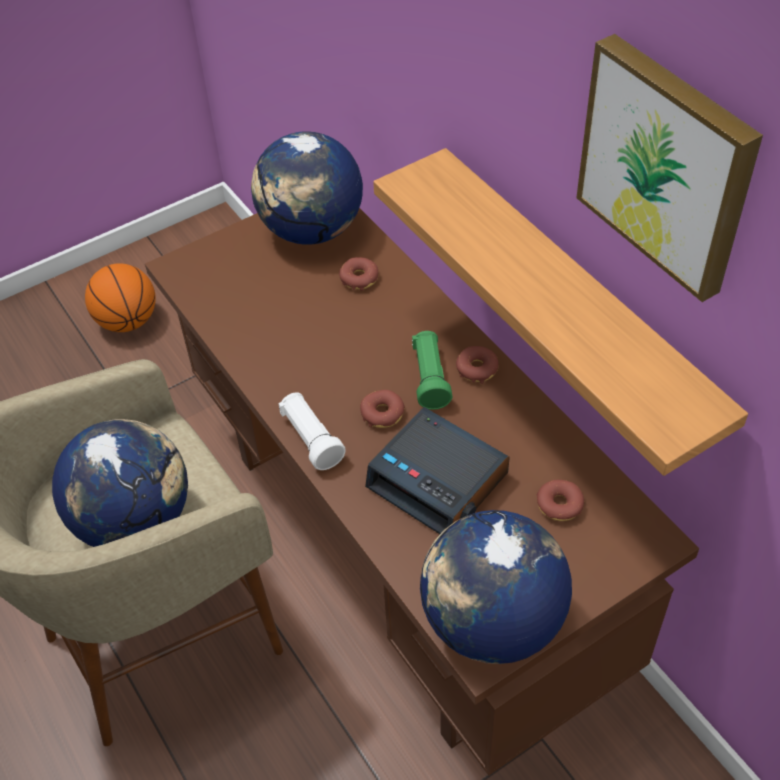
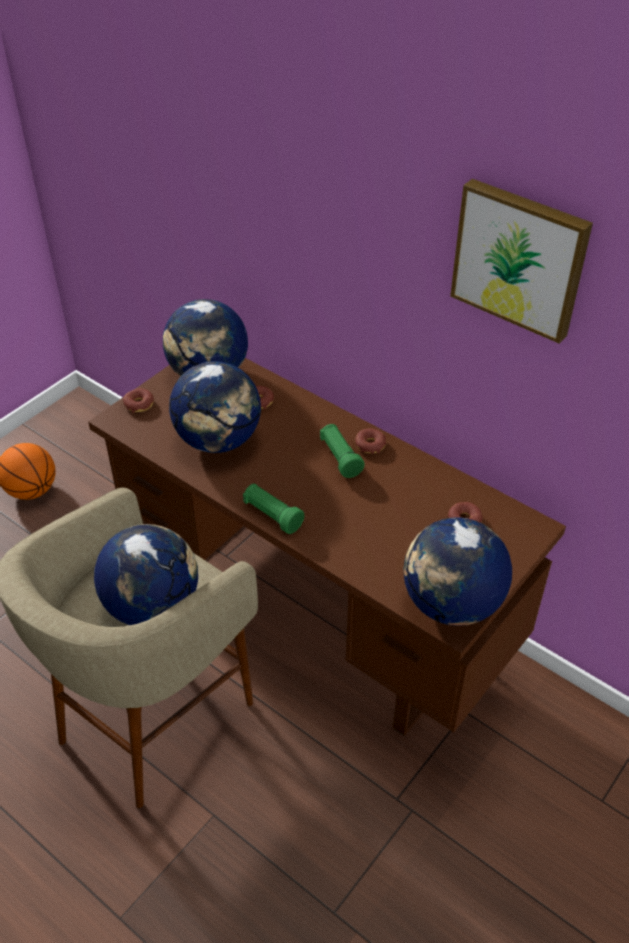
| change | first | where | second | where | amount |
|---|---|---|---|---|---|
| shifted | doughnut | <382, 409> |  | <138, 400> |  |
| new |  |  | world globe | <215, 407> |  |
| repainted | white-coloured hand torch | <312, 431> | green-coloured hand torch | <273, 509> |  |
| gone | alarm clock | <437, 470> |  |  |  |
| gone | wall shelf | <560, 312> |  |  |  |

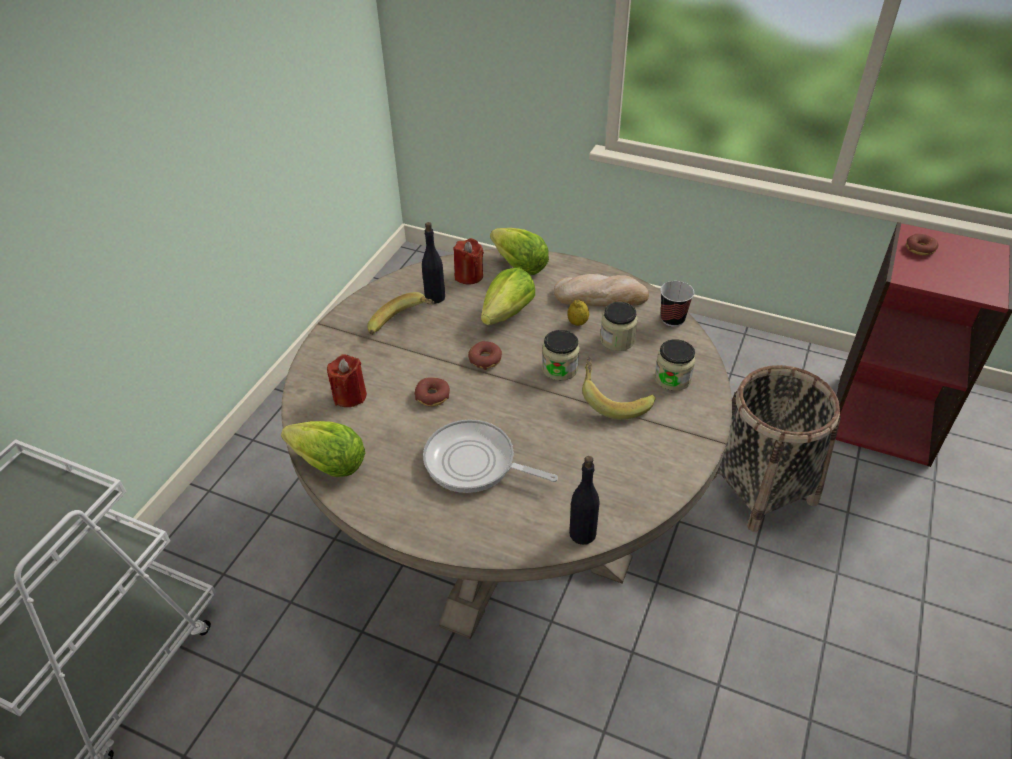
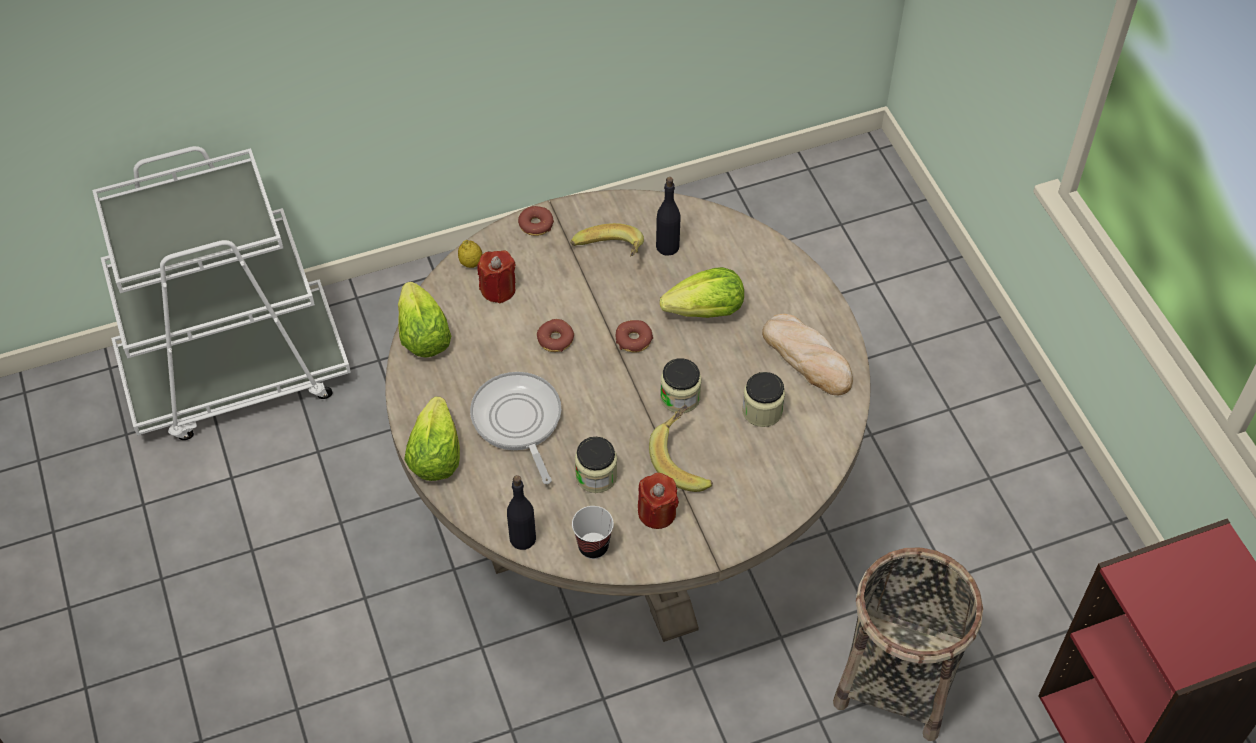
| change | first | where | second | where | amount |
|---|---|---|---|---|---|
| shifted | lettuce | <519, 251> |  | <432, 439> |  |
| shifted | citrus fruit | <578, 313> |  | <470, 254> |  |
| shifted | doughnut | <922, 244> |  | <536, 221> |  |
| shifted | small cup | <677, 304> |  | <593, 532> |  |
| shifted | storage jar | <675, 365> |  | <596, 465> |  |
| shifted | red-coloured candle | <468, 261> |  | <658, 501> |  |

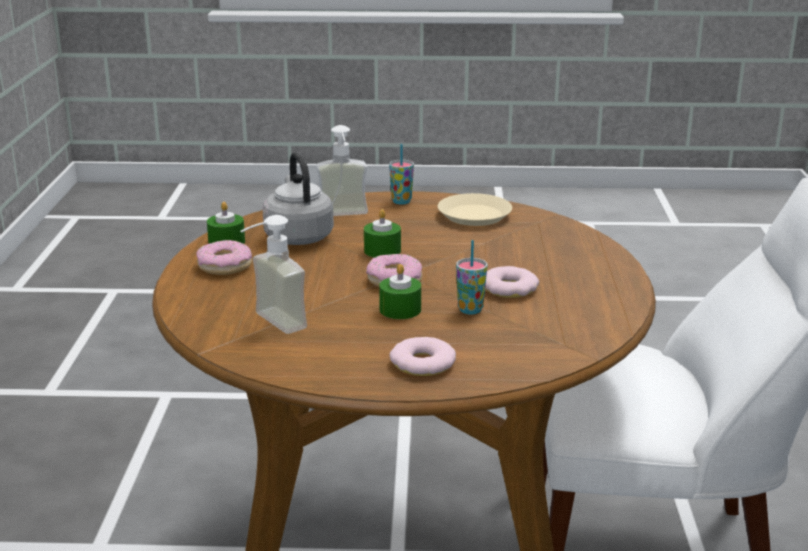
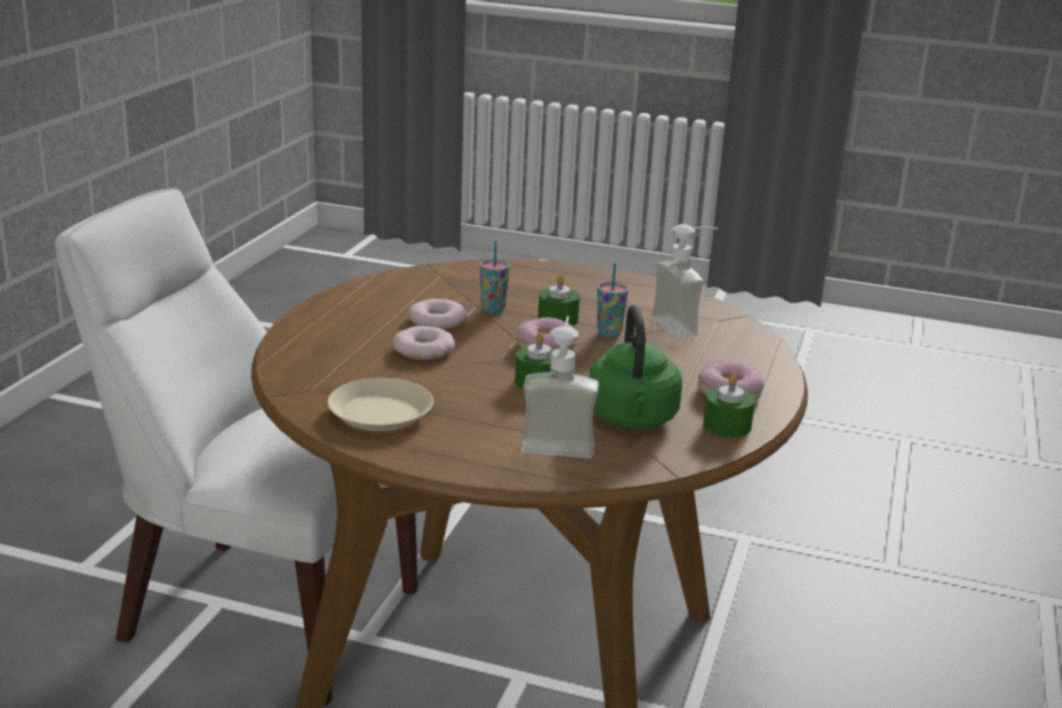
| change | first | where | second | where | amount |
|---|---|---|---|---|---|
| shifted | doughnut | <422, 356> |  | <424, 343> |  |
| repainted | greyish tea kettle | <298, 198> | green-coloured tea kettle | <635, 367> |  |
| shifted | small cup | <401, 174> |  | <612, 300> |  |

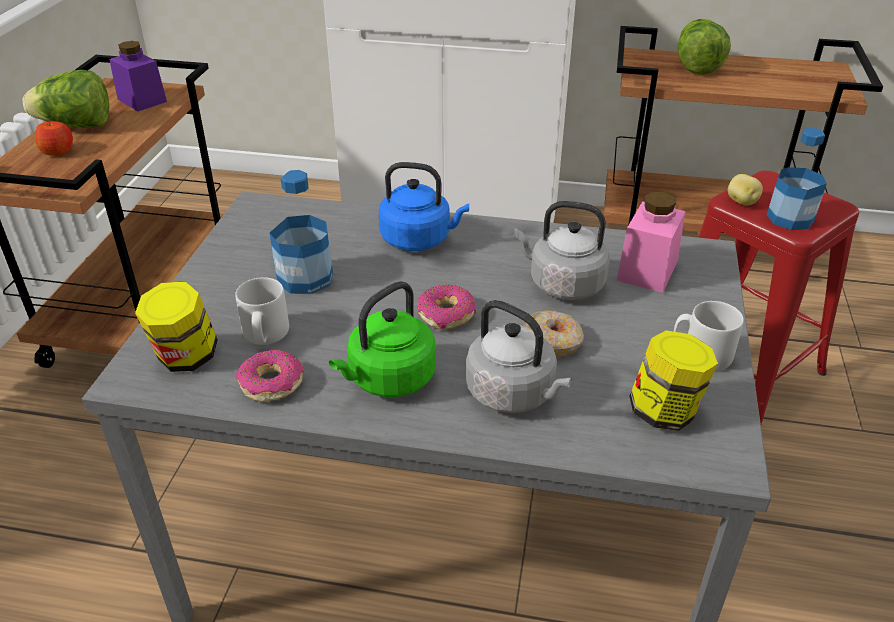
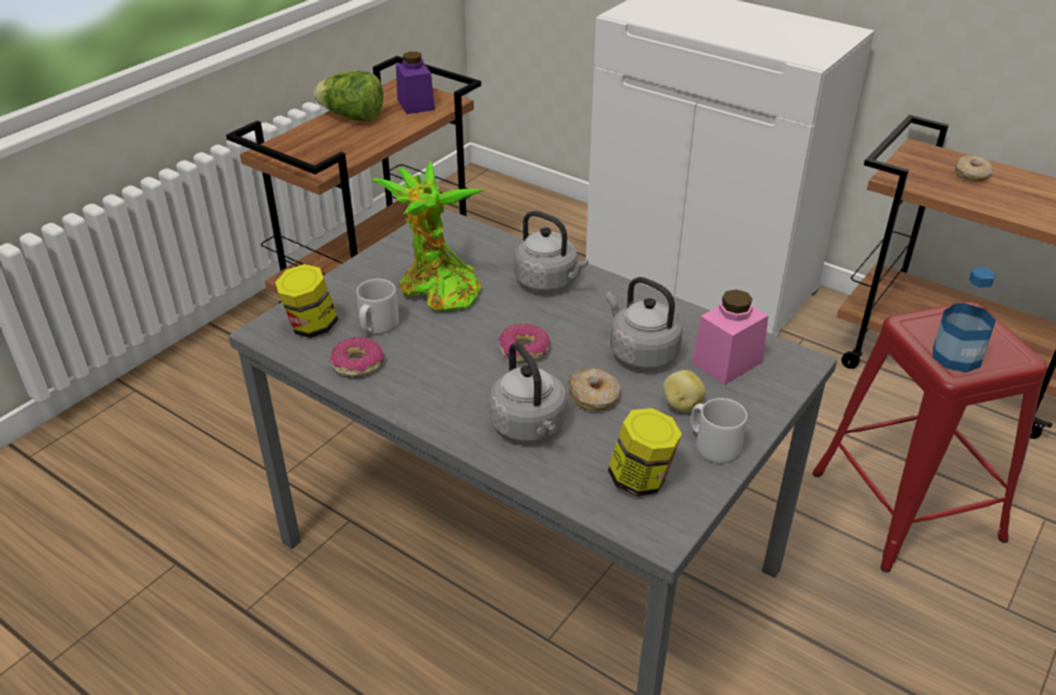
| change | first | where | second | where | amount |
|---|---|---|---|---|---|
| swapped | bottle | <301, 232> | plant in a pot | <428, 236> |  |
| repainted | blue tea kettle | <424, 206> | greyish tea kettle | <551, 251> |  |
| shifted | spud | <745, 189> |  | <684, 391> |  |
| swapped | lettuce | <704, 47> | doughnut | <974, 168> |  |
| gone | apple | <54, 137> |  |  |  |
| gone | green-coloured tea kettle | <382, 339> |  |  |  |

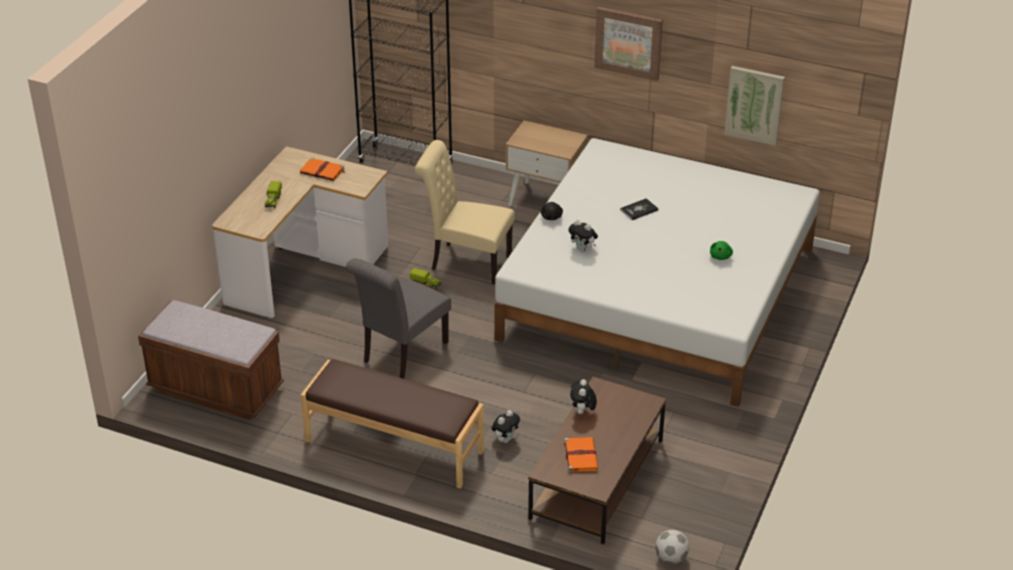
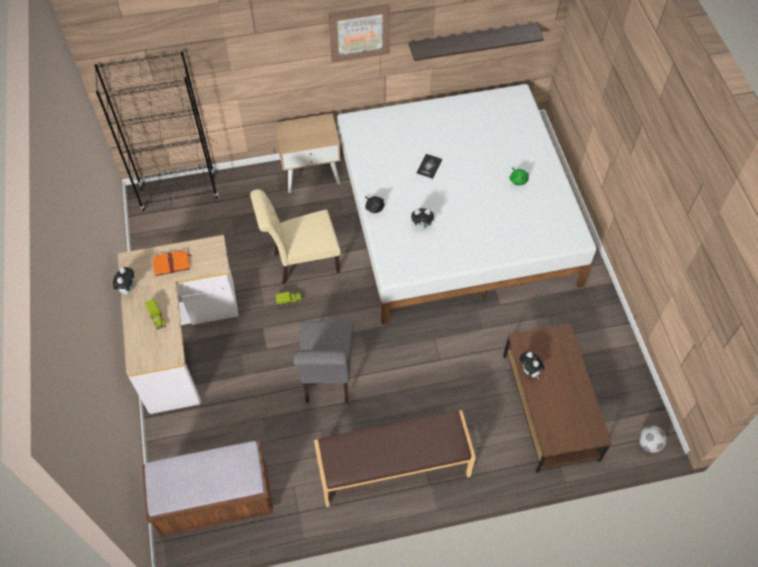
| change | first | where | second | where | amount |
|---|---|---|---|---|---|
| shifted | plush toy | <505, 426> |  | <123, 281> |  |
| swapped | wall picture | <754, 106> | wall shelf | <476, 41> |  |
| gone | orange bound book | <581, 454> |  |  |  |

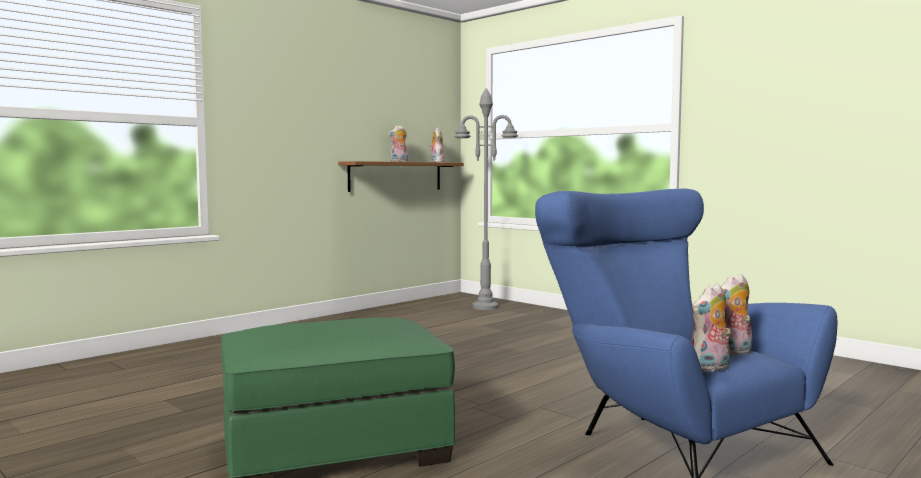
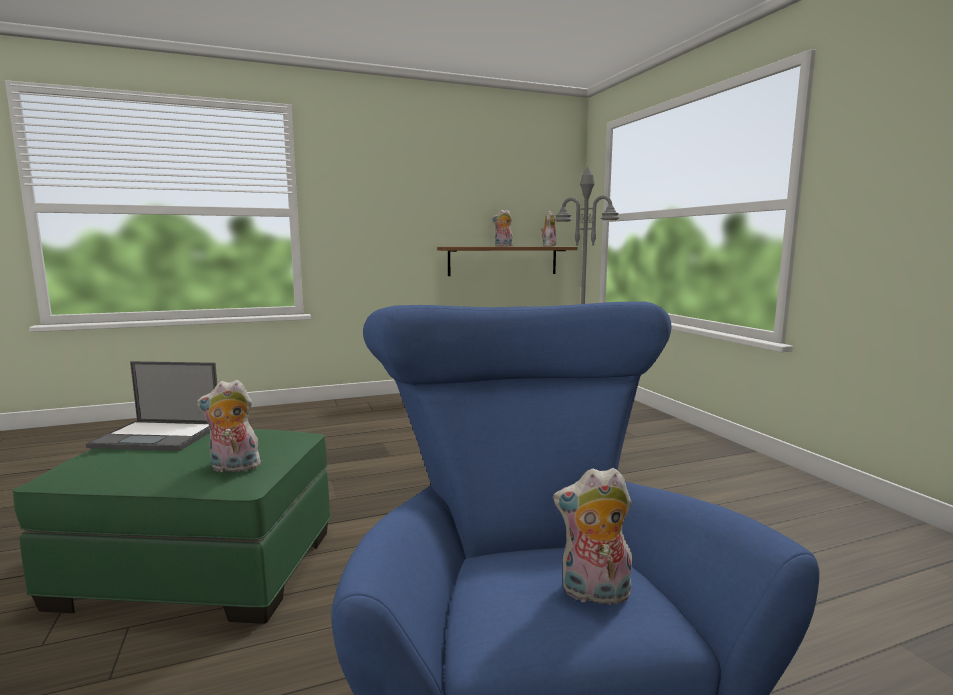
| change | first | where | second | where | amount |
|---|---|---|---|---|---|
| new |  |  | laptop | <151, 406> |  |
| shifted | plush toy | <711, 327> |  | <229, 426> |  |

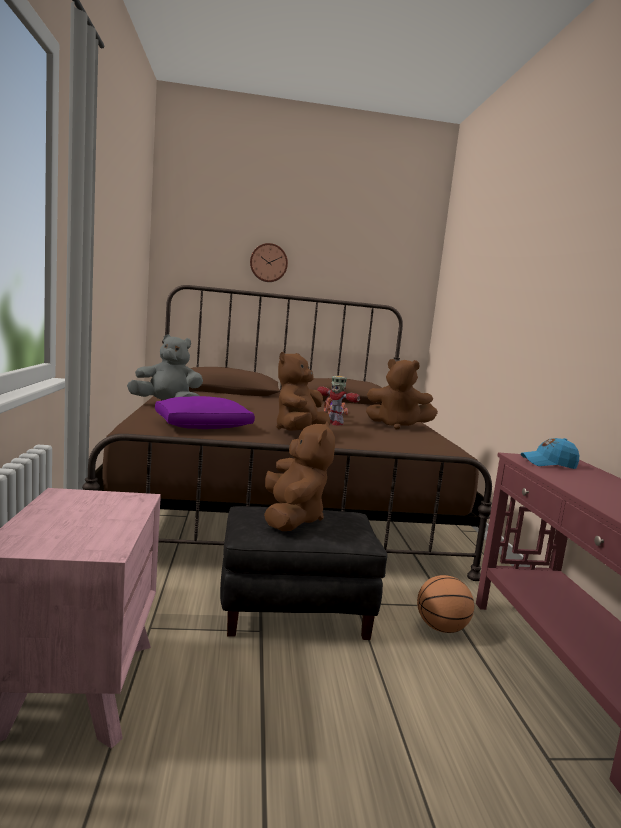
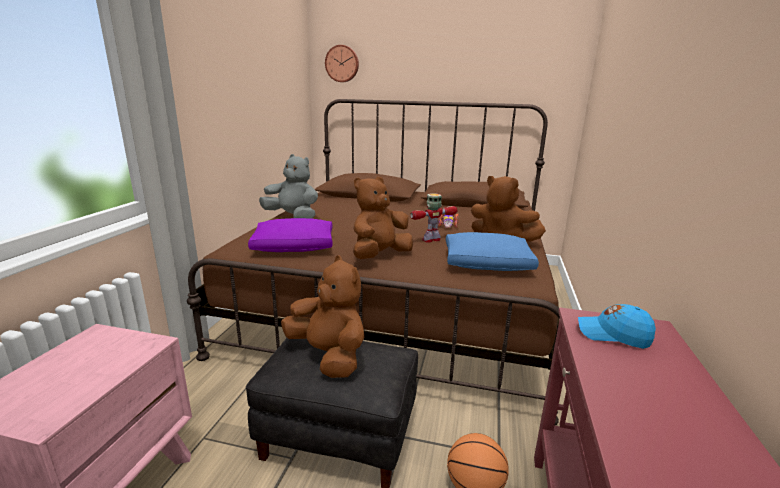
| change | first | where | second | where | amount |
|---|---|---|---|---|---|
| rotated | brown-coloured plush toy | <299, 476> |  | <322, 316> | 60 degrees counterclockwise |
| shifted | hanging clock | <269, 262> |  | <342, 63> |  |
| rotated | model robot | <338, 400> |  | <433, 218> | 90 degrees clockwise |
| new |  |  | blue throw pillow | <492, 251> |  |

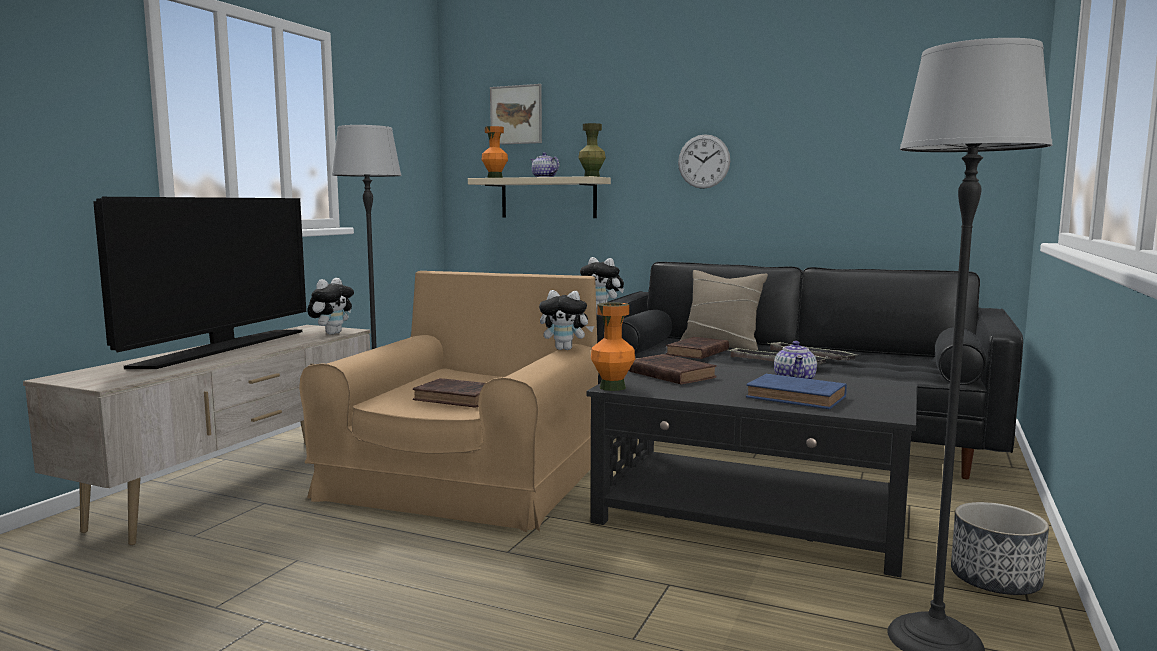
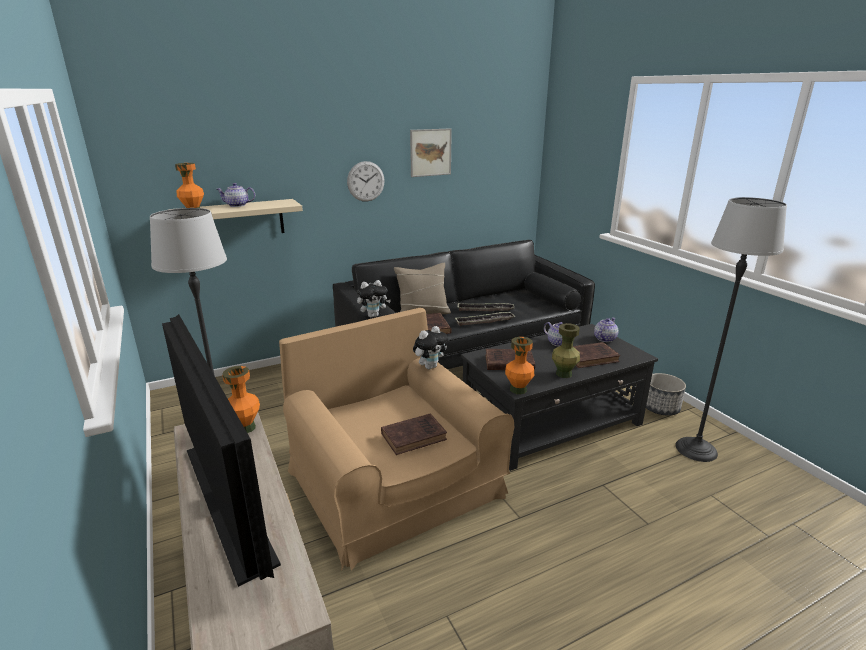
| change | first | where | second | where | amount |
|---|---|---|---|---|---|
| swapped | plush toy | <331, 306> | orange decorative vase | <241, 399> |  |
| shifted | wall picture | <516, 114> |  | <431, 152> |  |
| shifted | green-coloured decorative vase | <592, 150> |  | <566, 350> |  |
| repainted | blue bound book | <796, 391> | brown-coloured bound book | <597, 355> |  |
| new |  |  | teapot | <606, 330> |  |

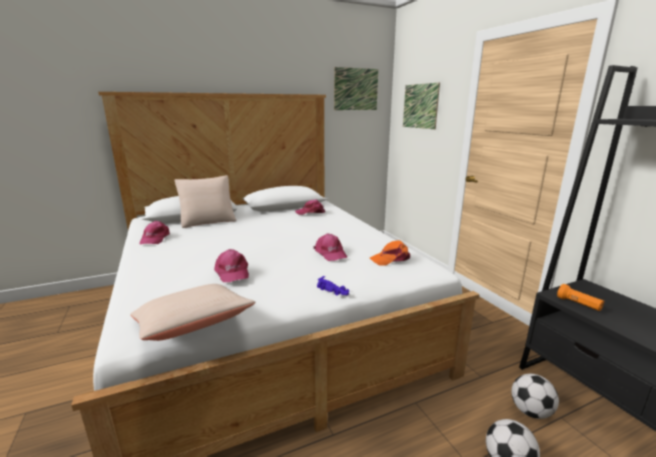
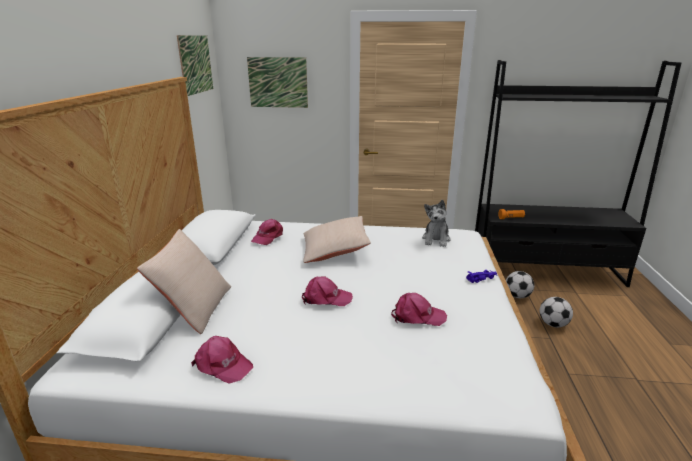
| change | first | where | second | where | amount |
|---|---|---|---|---|---|
| shifted | pink cap | <330, 247> |  | <327, 291> |  |
| shifted | beige-coloured throw pillow | <193, 312> |  | <337, 239> |  |
| swapped | orange cap | <390, 253> | plush toy | <436, 223> |  |

